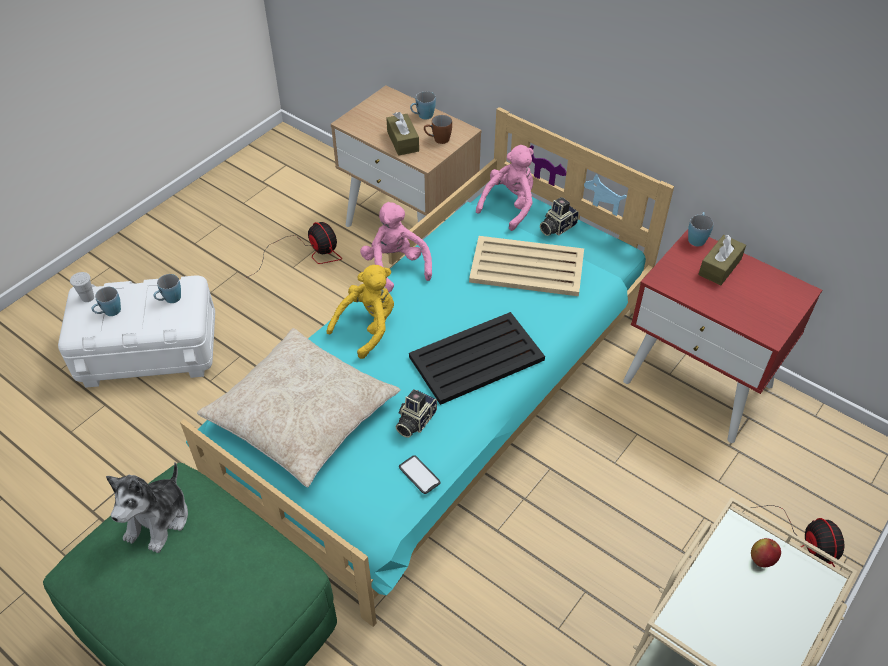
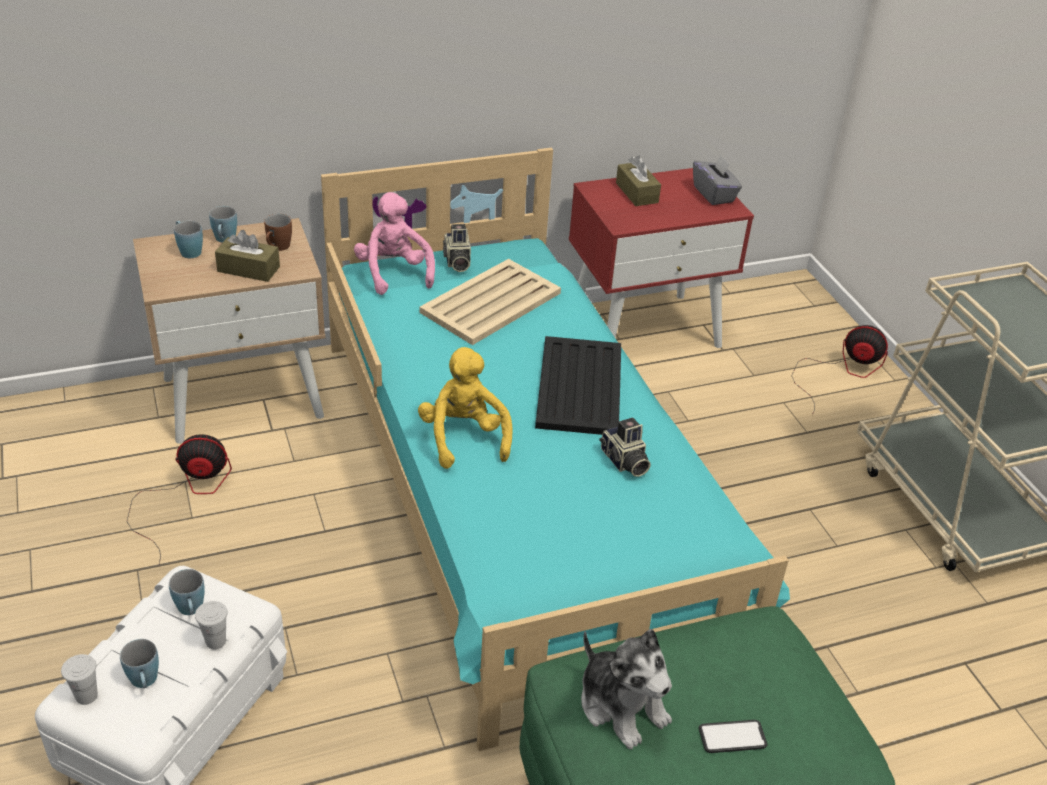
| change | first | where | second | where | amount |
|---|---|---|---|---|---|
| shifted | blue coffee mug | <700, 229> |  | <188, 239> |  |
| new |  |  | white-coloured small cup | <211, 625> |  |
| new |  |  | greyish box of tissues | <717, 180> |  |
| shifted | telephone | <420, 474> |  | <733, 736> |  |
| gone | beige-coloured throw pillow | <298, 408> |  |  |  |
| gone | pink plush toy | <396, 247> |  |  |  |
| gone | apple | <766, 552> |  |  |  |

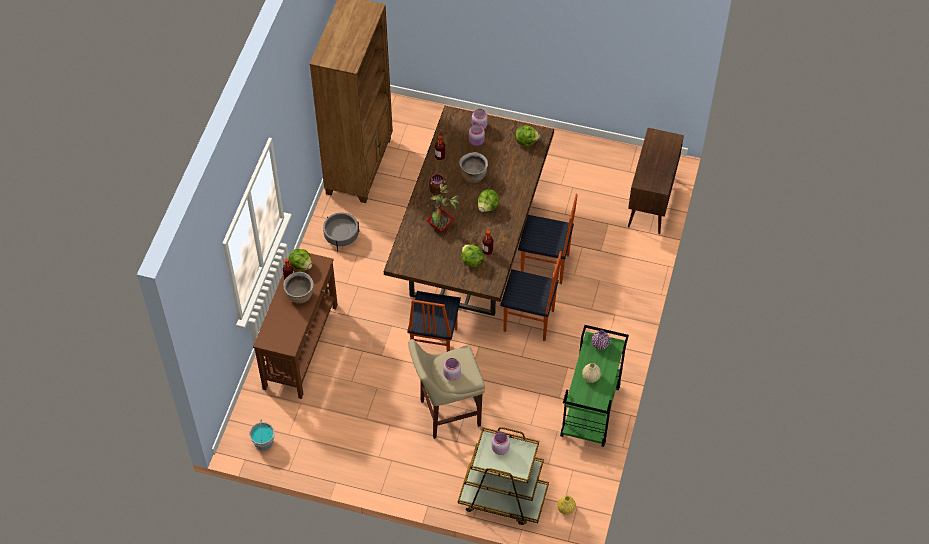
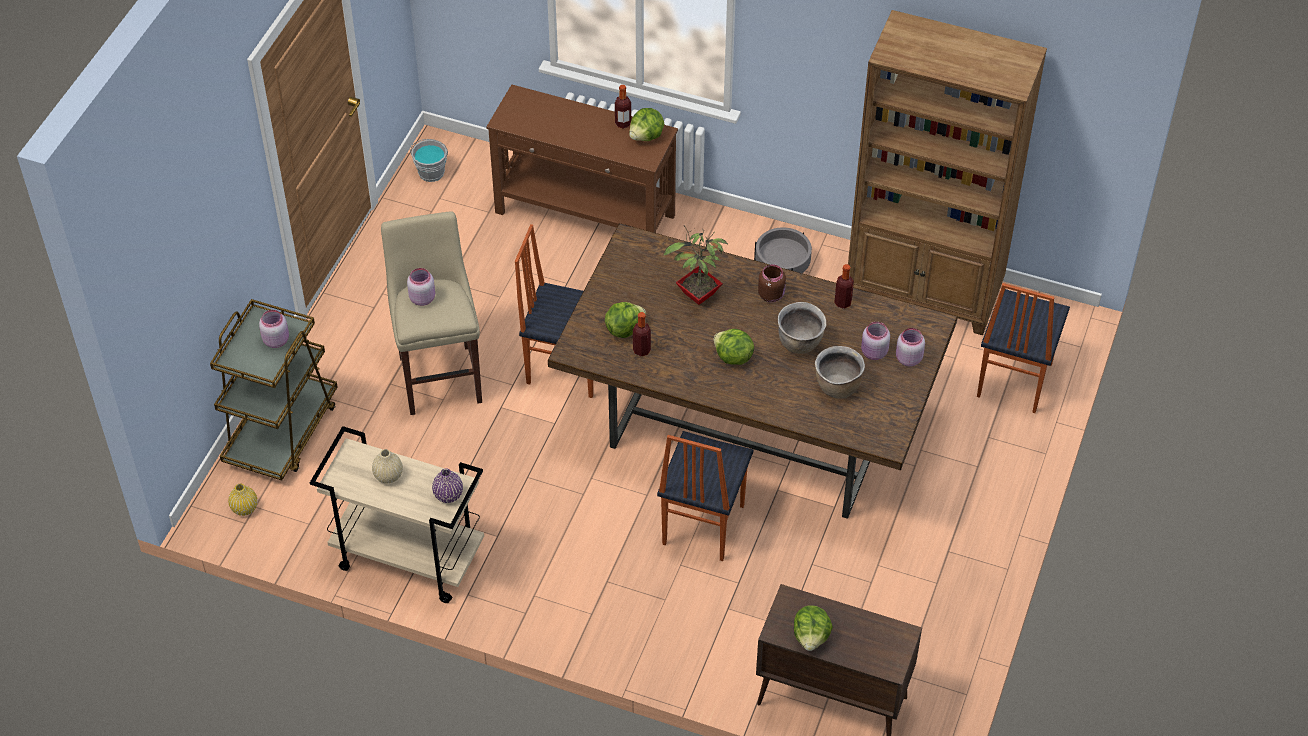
| change | first | where | second | where | amount |
|---|---|---|---|---|---|
| repainted | green-coloured cart | <594, 386> | beige-coloured cart | <397, 514> |  |
| shifted | lettuce | <527, 135> |  | <813, 628> |  |
| shifted | brown-coloured cooking pot | <298, 288> |  | <840, 372> |  |
| shifted | chair | <531, 296> |  | <1023, 348> |  |

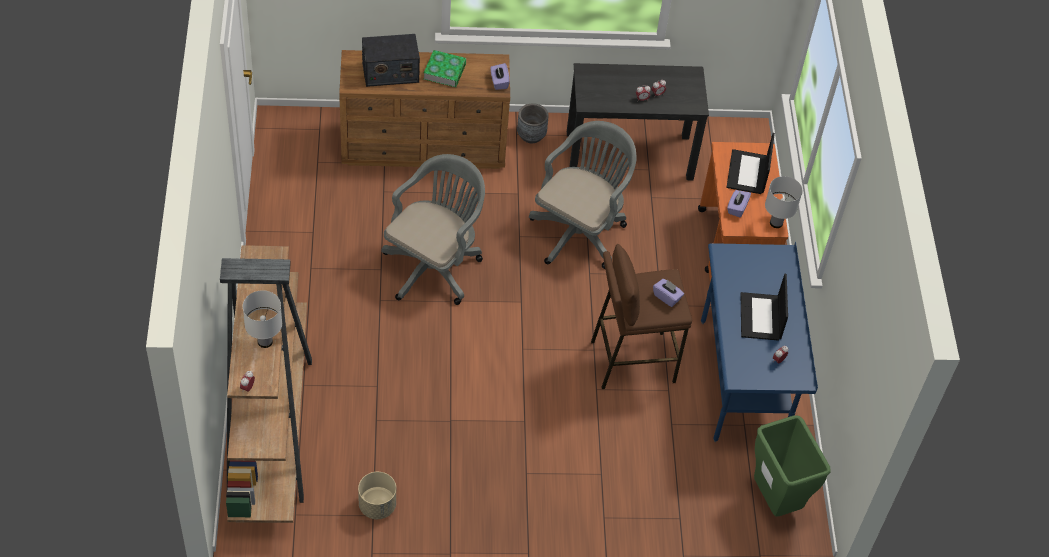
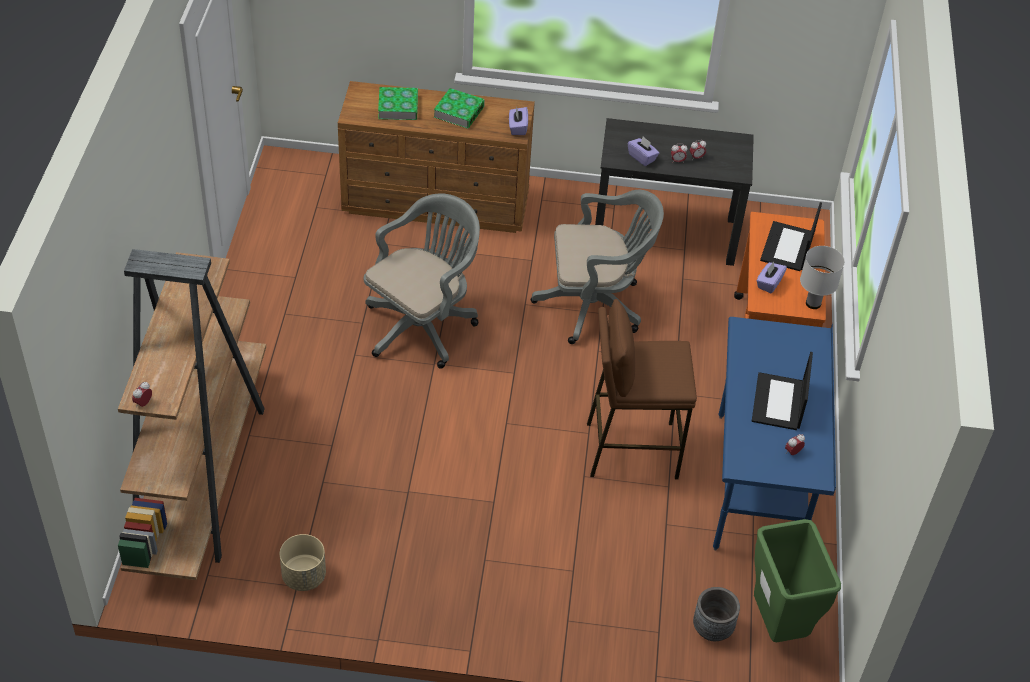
| change | first | where | second | where | amount |
|---|---|---|---|---|---|
| swapped | radio set | <391, 60> | bound book | <398, 103> |  |
| rotated | greyish desk chair | <582, 195> |  | <597, 267> | 45 degrees clockwise |
| shifted | purple-coloured box of tissues | <668, 293> |  | <643, 151> |  |
| shifted | greyish planter | <533, 123> |  | <716, 614> |  |
| gone | white-coloured table lamp | <262, 319> |  |  |  |

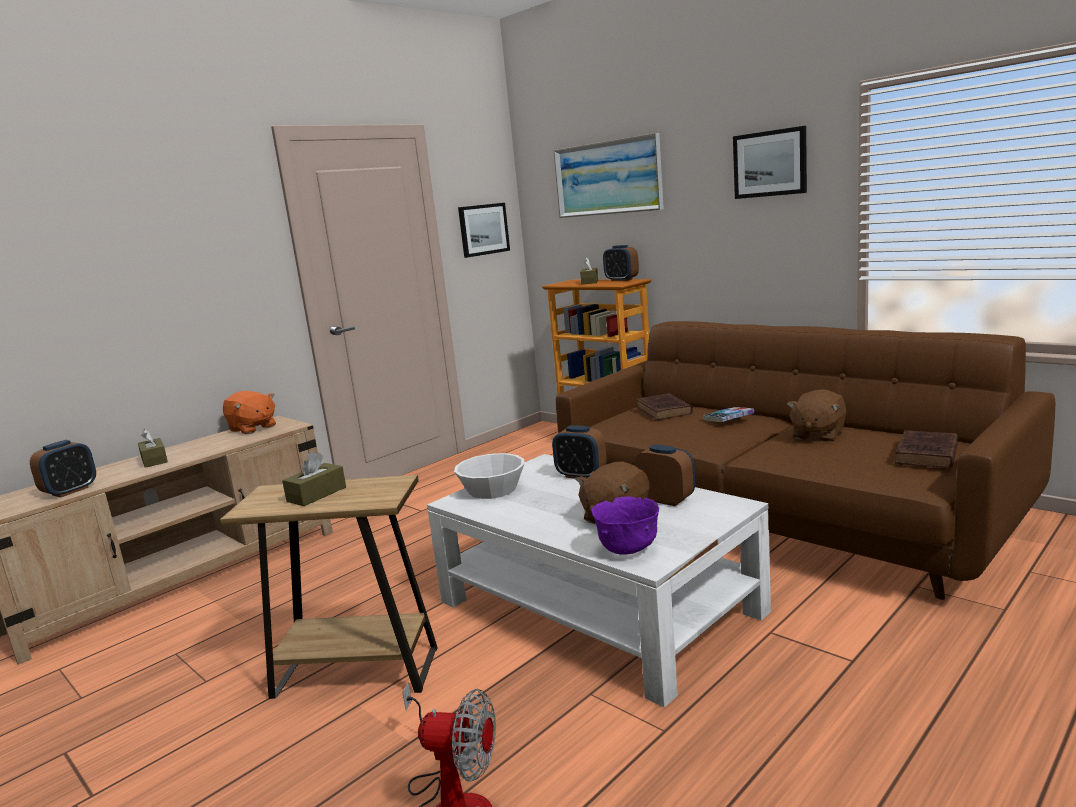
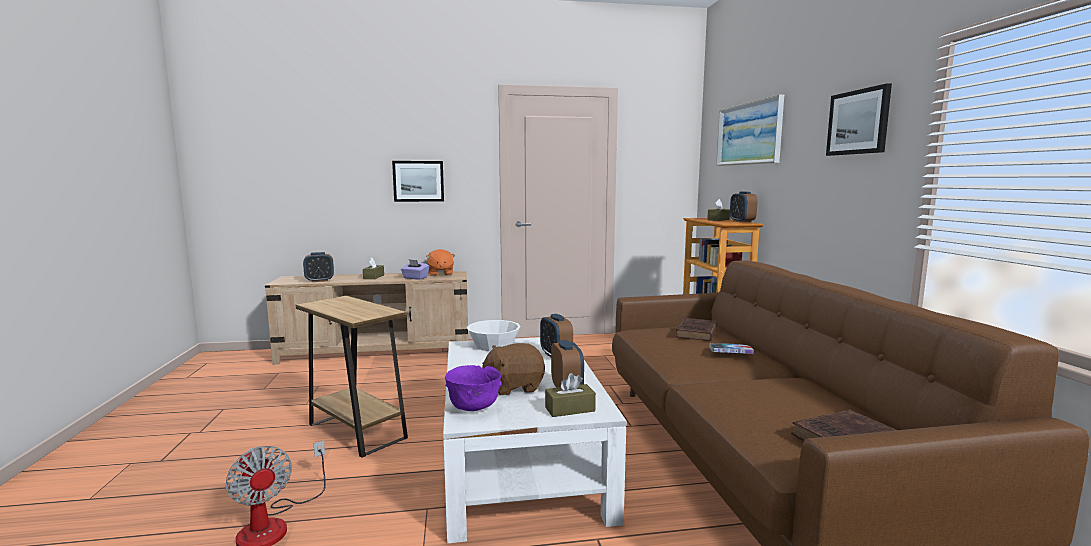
| change | first | where | second | where | amount |
|---|---|---|---|---|---|
| shifted | wall picture | <484, 230> |  | <418, 181> |  |
| new |  |  | purple-coloured box of tissues | <415, 269> |  |
| shifted | brown-coloured box of tissues | <314, 479> |  | <570, 395> |  |
| gone | brown-coloured plush toy | <817, 415> |  |  |  |

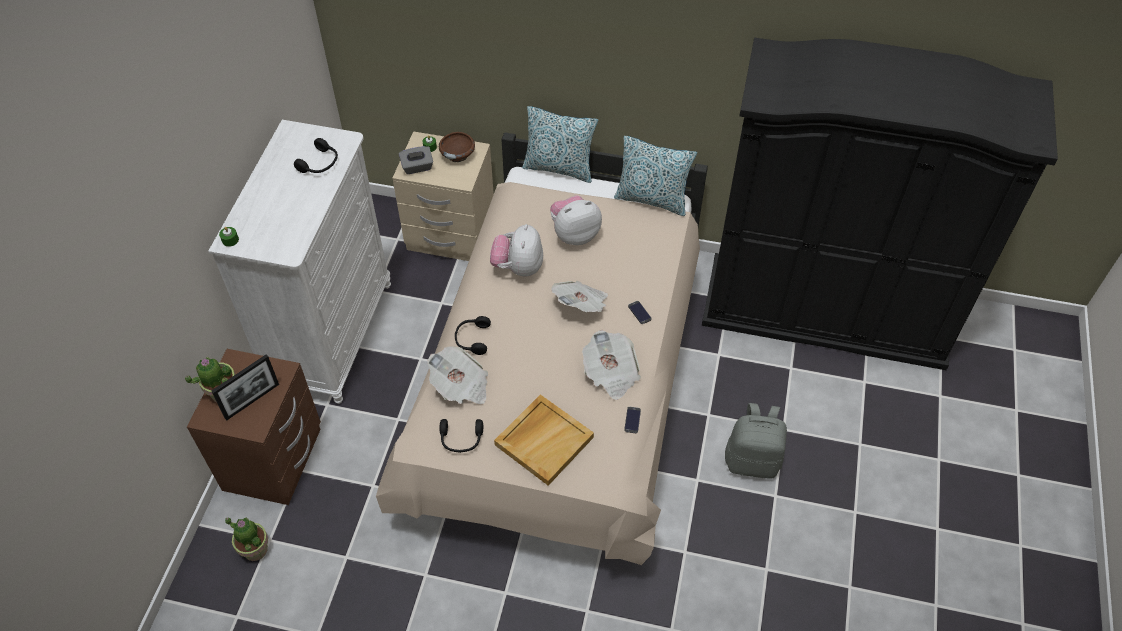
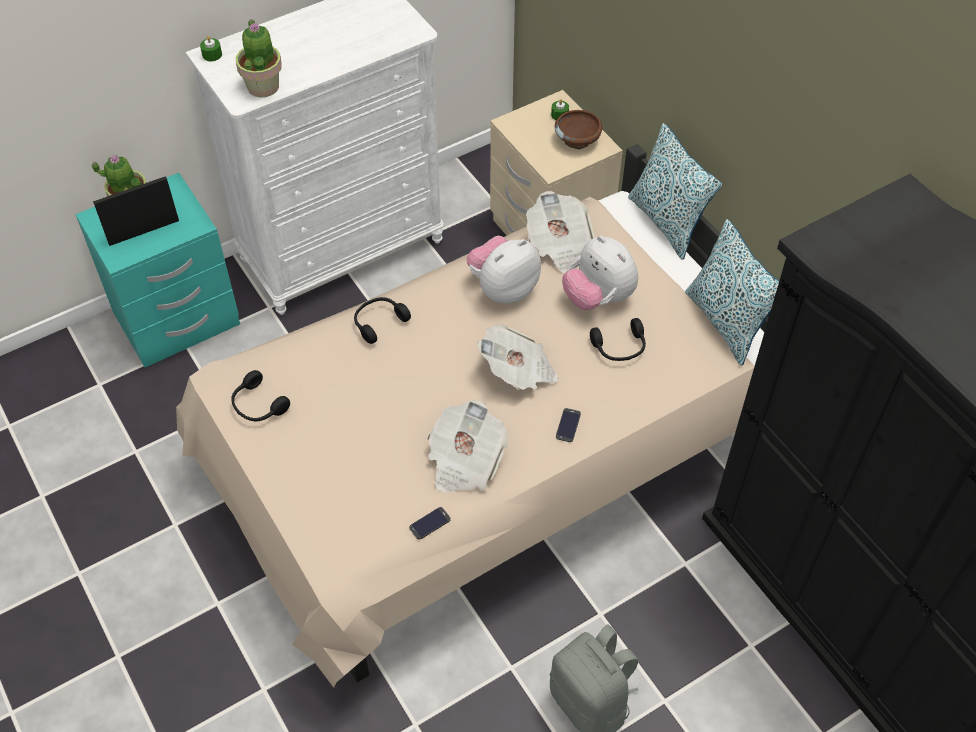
| change | first | where | second | where | amount |
|---|---|---|---|---|---|
| repainted | brown-coloured night table | <254, 427> | turquoise-coloured night table | <157, 270> |  |
| rotated | picture frame | <245, 387> |  | <136, 211> | 150 degrees clockwise |
| shifted | plant in a pot | <246, 539> |  | <259, 58> |  |
| shifted | printed paper | <458, 375> |  | <560, 232> |  |
| rotated | plush toy | <576, 220> |  | <600, 273> | 150 degrees counterclockwise |
| shifted | blackish pair of headphones | <316, 155> |  | <618, 339> |  |
| gone | greyish box of tissues | <416, 160> |  |  |  |
| gone | beige-coloured carrying tray | <544, 440> |  |  |  |

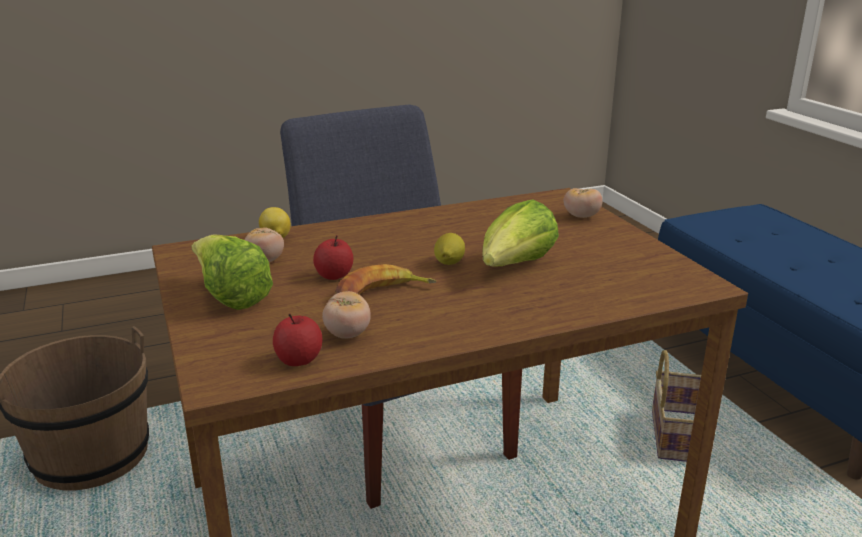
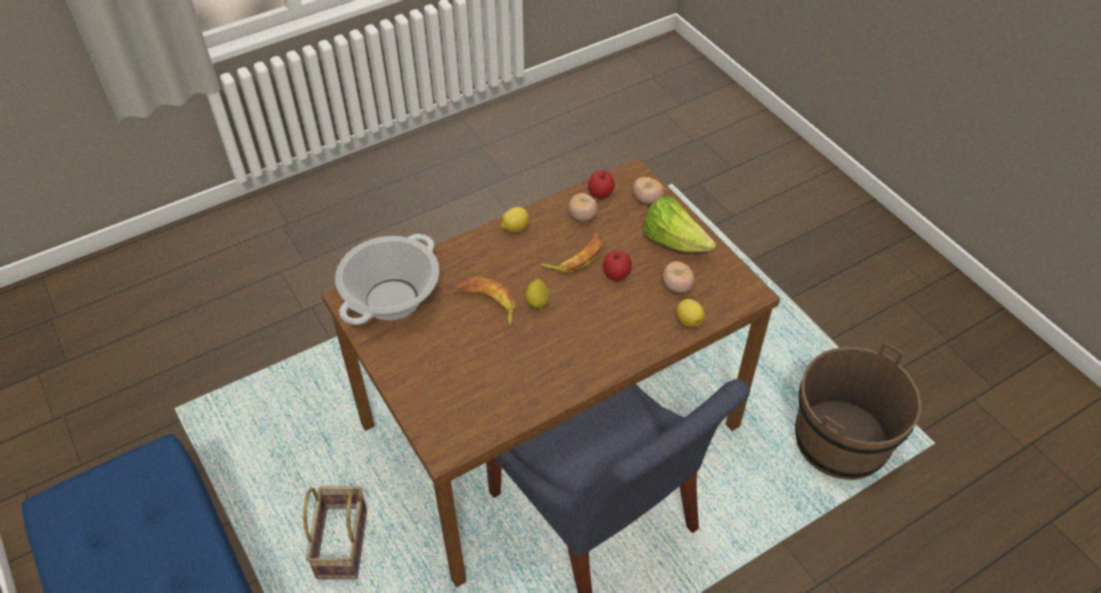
| change | first | where | second | where | amount |
|---|---|---|---|---|---|
| new |  |  | cooking pot | <387, 279> |  |
| swapped | lettuce | <520, 233> | banana fruit | <484, 301> |  |
| new |  |  | citrus fruit | <515, 220> |  |
| shifted | tomato | <583, 203> |  | <648, 190> |  |

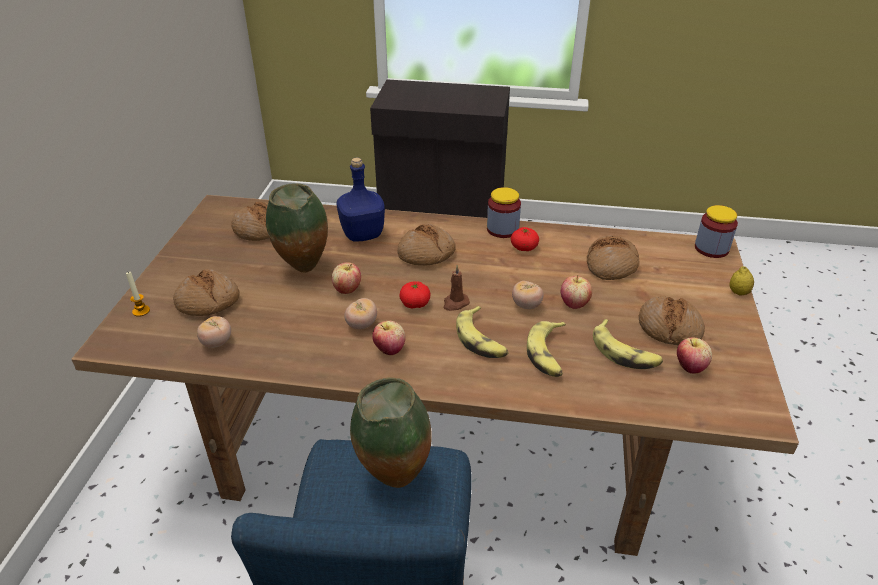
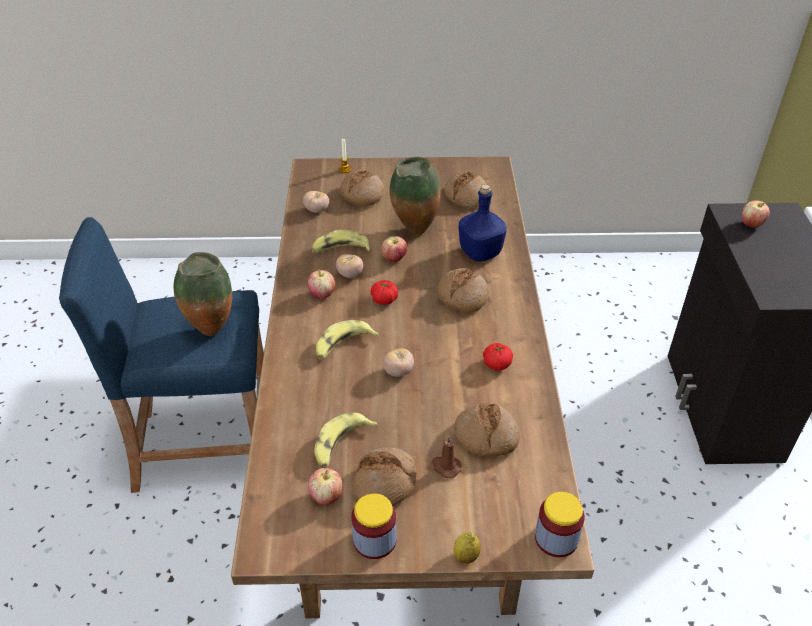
| change | first | where | second | where | amount |
|---|---|---|---|---|---|
| shifted | banana fruit | <546, 349> |  | <342, 241> |  |
| shifted | storage jar | <504, 212> |  | <374, 526> |  |
| shifted | brown-coloured candle | <457, 288> |  | <447, 456> |  |
| shifted | apple | <576, 292> |  | <756, 213> |  |

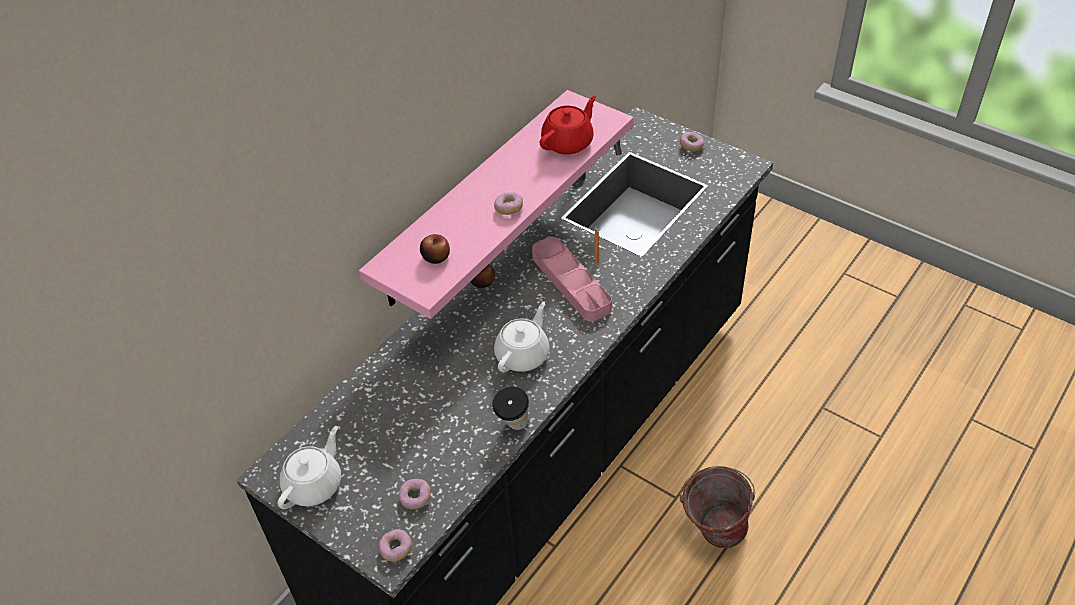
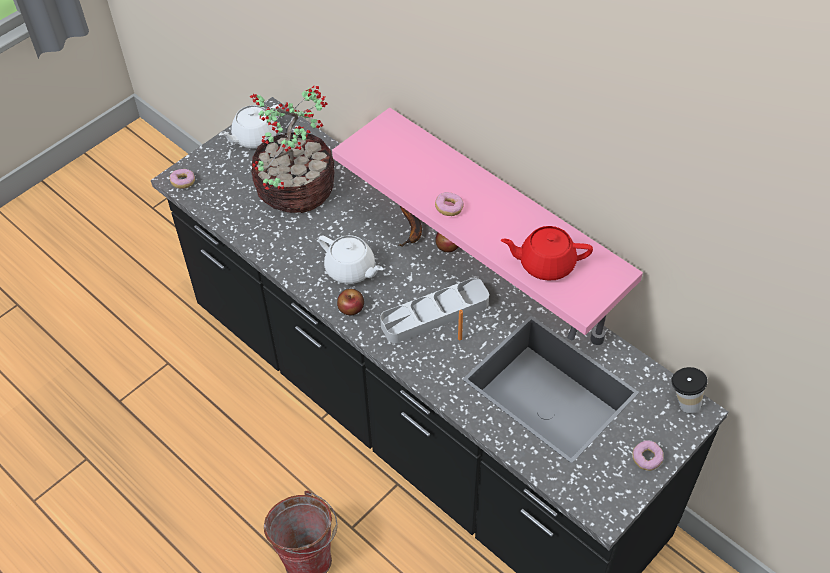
| change | first | where | second | where | amount |
|---|---|---|---|---|---|
| rotated | white-coloured teapot | <309, 467> |  | <250, 126> | 105 degrees clockwise |
| new |  |  | plant in a pot | <292, 149> |  |
| shifted | apple | <435, 249> |  | <350, 302> |  |
| repainted | pink carrying tray | <572, 279> | greyish carrying tray | <434, 310> |  |
| new |  |  | banana fruit | <410, 226> |  |
| rotated | red-coloured teapot | <568, 125> |  | <547, 253> | 135 degrees clockwise |
| shifted | small cup | <510, 408> |  | <689, 390> |  |
| gone | doughnut | <415, 494> |  |  |  |

